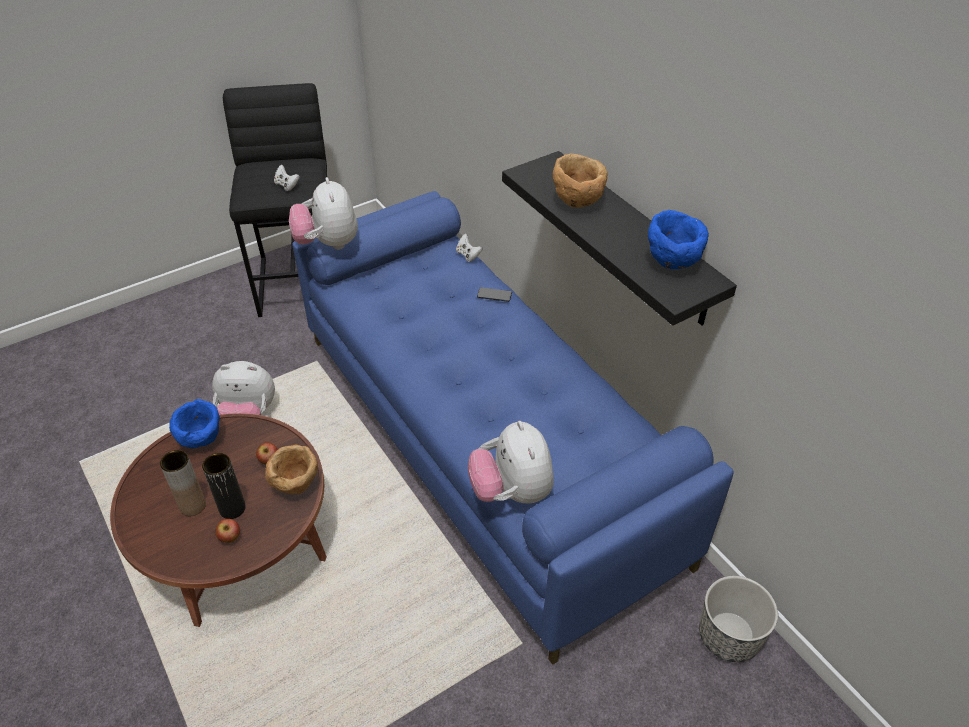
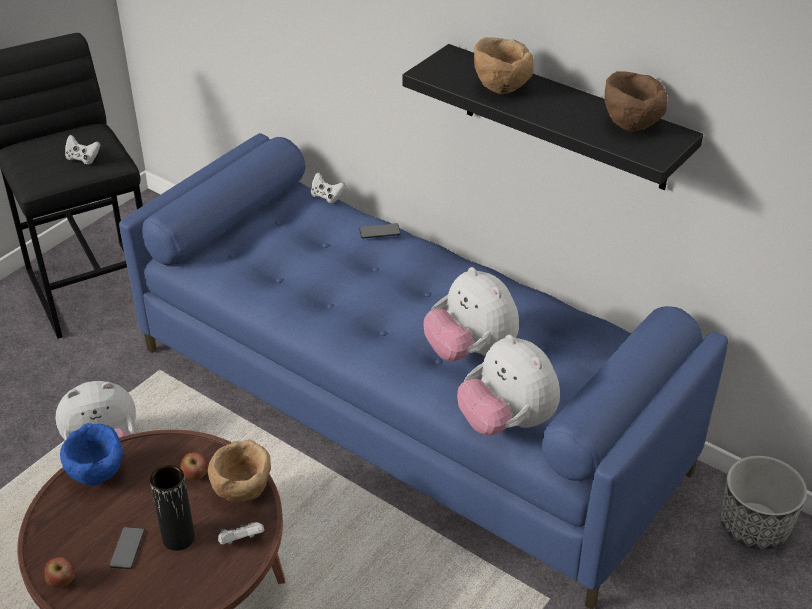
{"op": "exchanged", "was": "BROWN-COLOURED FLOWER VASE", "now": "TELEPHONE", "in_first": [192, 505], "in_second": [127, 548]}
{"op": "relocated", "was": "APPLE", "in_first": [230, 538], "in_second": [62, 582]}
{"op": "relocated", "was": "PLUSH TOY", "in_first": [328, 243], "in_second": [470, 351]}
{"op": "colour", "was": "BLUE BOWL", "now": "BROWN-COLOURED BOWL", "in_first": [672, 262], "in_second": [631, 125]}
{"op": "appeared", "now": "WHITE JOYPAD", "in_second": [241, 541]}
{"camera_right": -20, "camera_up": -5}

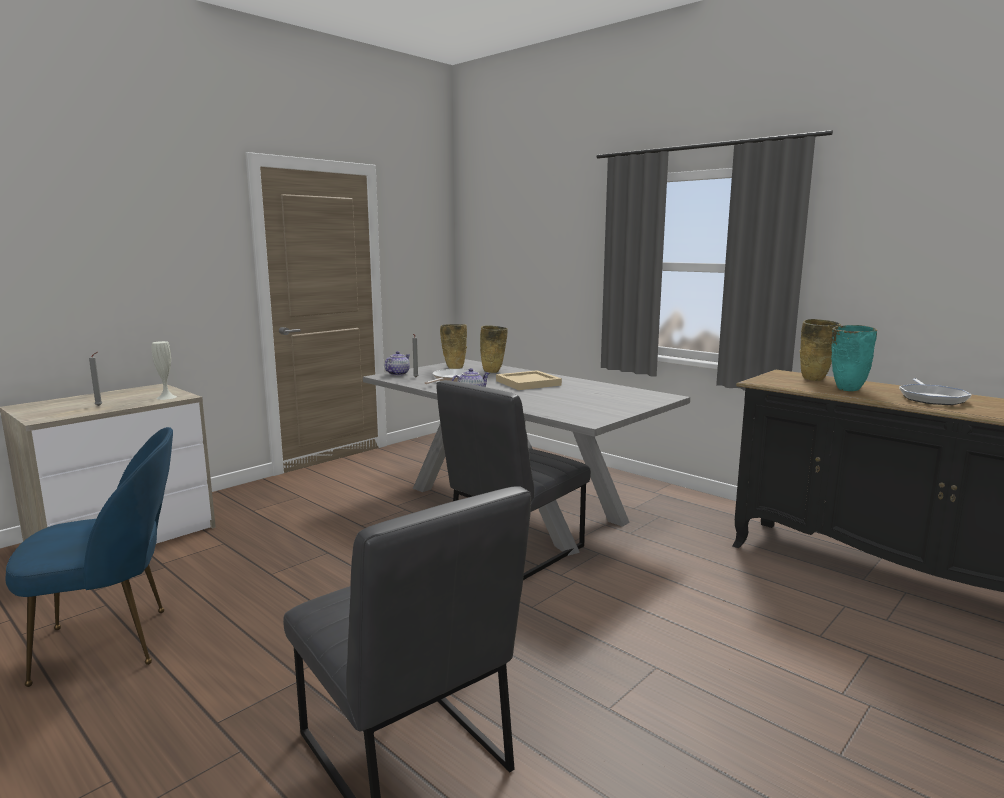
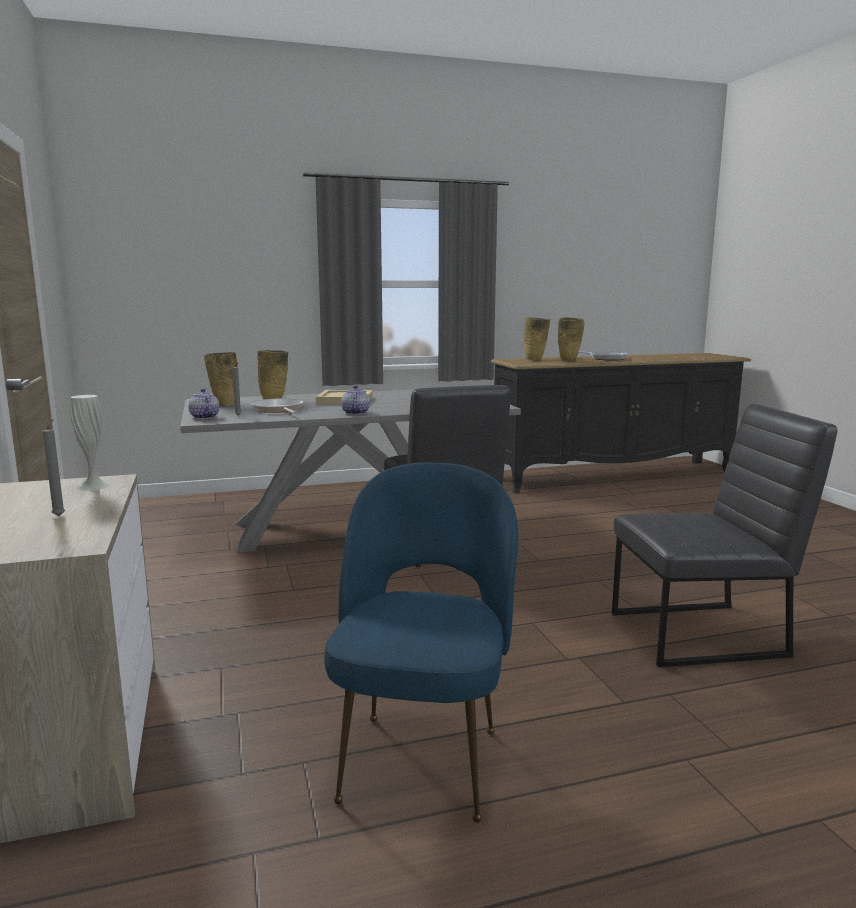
{"op": "colour", "was": "TURQUOISE FLOWER VASE", "now": "SAND-COLOURED FLOWER VASE", "in_first": [846, 389], "in_second": [569, 361]}
{"camera_right": -60, "camera_up": 0}

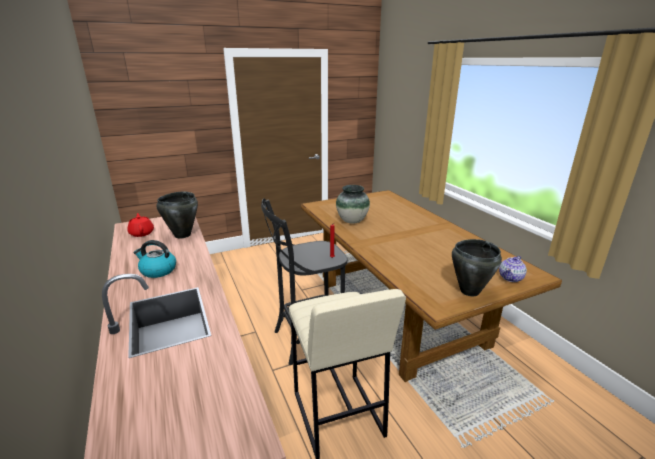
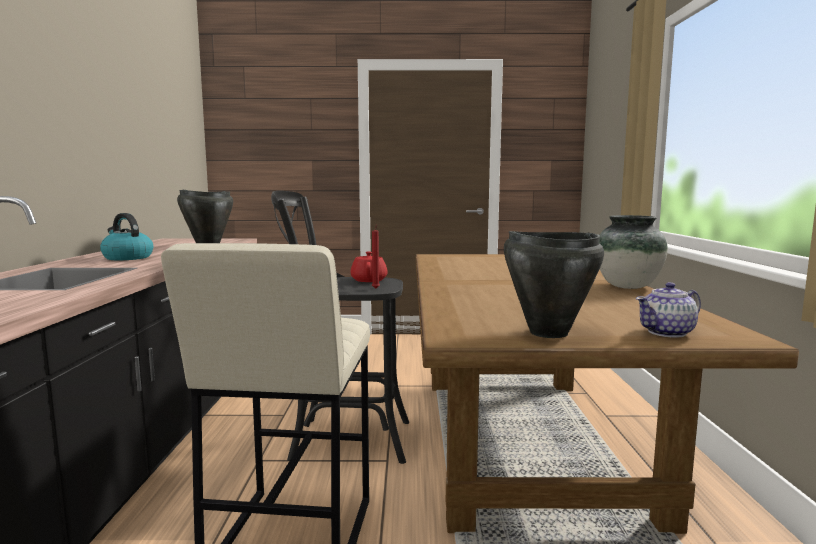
{"op": "relocated", "was": "REDDISH POT FOR TEA", "in_first": [142, 233], "in_second": [369, 280]}
{"op": "relocated", "was": "FLOWER VASE", "in_first": [352, 221], "in_second": [627, 286]}
{"camera_right": 25, "camera_up": -15}

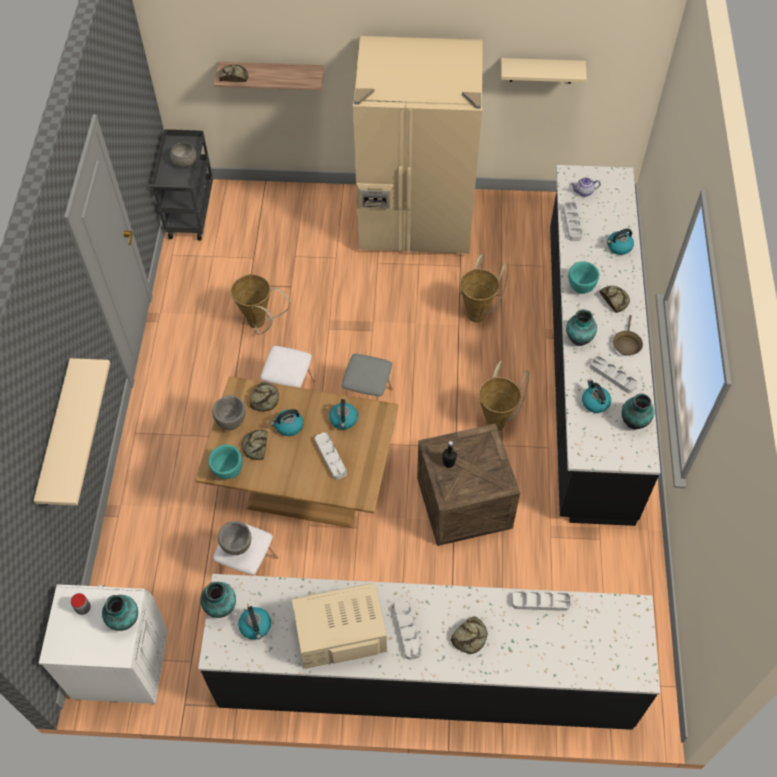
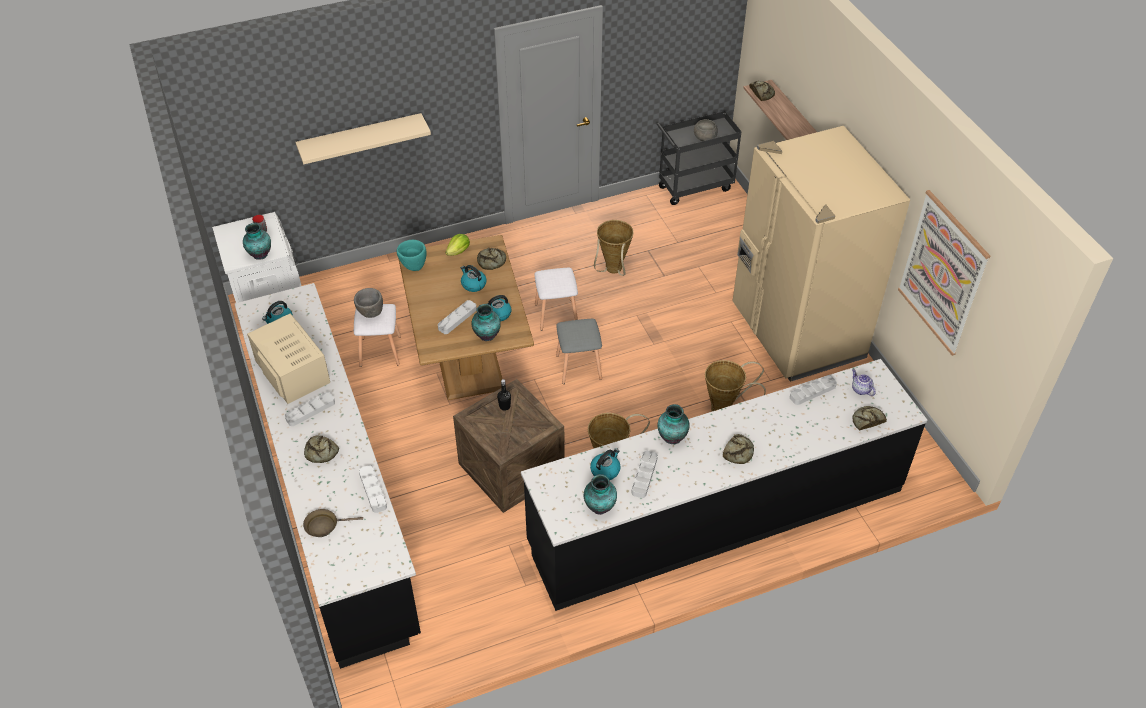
{"op": "relocated", "was": "FLOWER VASE", "in_first": [221, 608], "in_second": [486, 336]}
{"op": "exchanged", "was": "GREY BOWL", "now": "LETTUCE HEAD", "in_first": [231, 422], "in_second": [458, 251]}
{"op": "relocated", "was": "BAKED BREAD", "in_first": [256, 446], "in_second": [867, 420]}
{"op": "exchanged", "was": "SAND-COLOURED WALL SHELF", "now": "PICTURE", "in_first": [541, 70], "in_second": [942, 273]}
{"op": "missing", "was": "TURQUOISE BOWL", "in_first": [580, 288]}
{"op": "missing", "was": "KETTLE", "in_first": [619, 247]}
{"op": "relocated", "was": "BROWN-COLOURED PAN", "in_first": [626, 343], "in_second": [324, 526]}
{"camera_right": 65, "camera_up": -10}

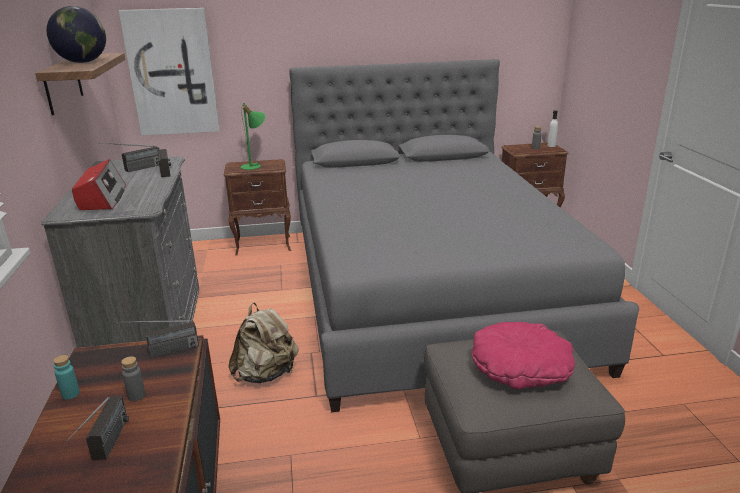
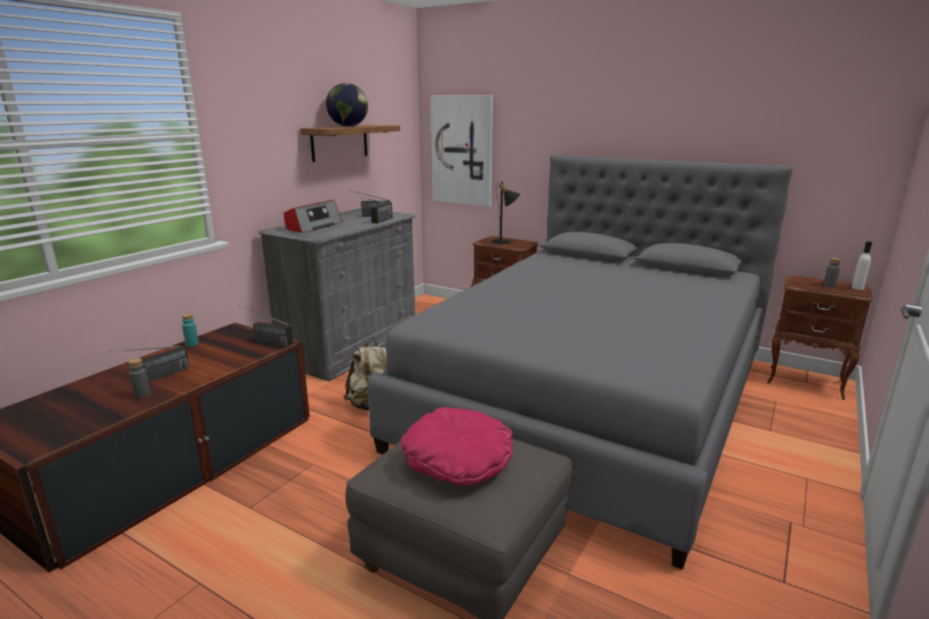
{"op": "relocated", "was": "GREY BEVERAGE BOTTLE", "in_first": [136, 396], "in_second": [142, 394]}
{"op": "colour", "was": "GREEN-COLOURED TABLETOP LAMP", "now": "BLACKISH TABLETOP LAMP", "in_first": [254, 166], "in_second": [504, 242]}
{"camera_right": 40, "camera_up": -5}

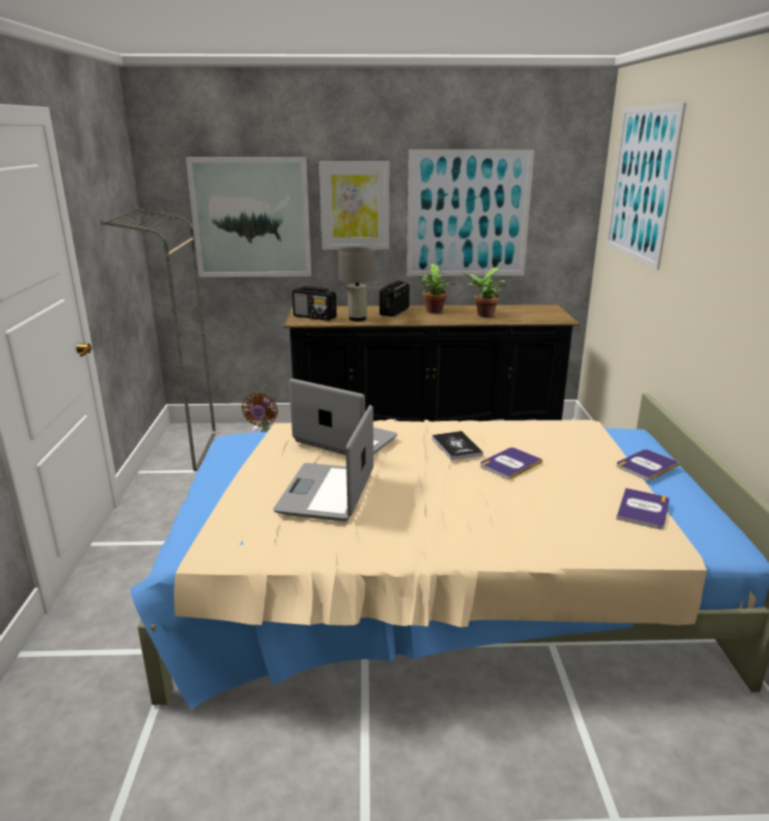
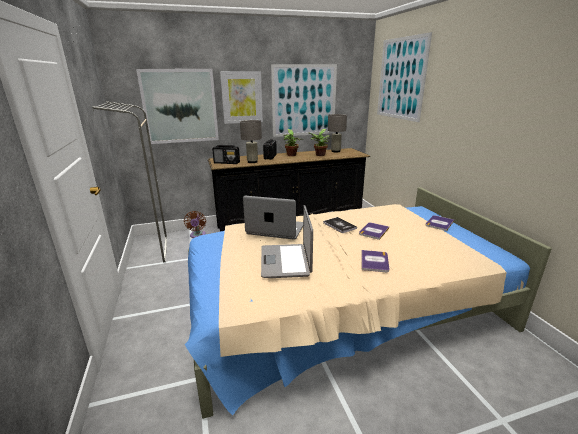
{"op": "relocated", "was": "VOLUME", "in_first": [643, 509], "in_second": [374, 261]}
{"op": "appeared", "now": "GREY TABLETOP LAMP", "in_second": [335, 151]}
{"camera_right": -15, "camera_up": 0}

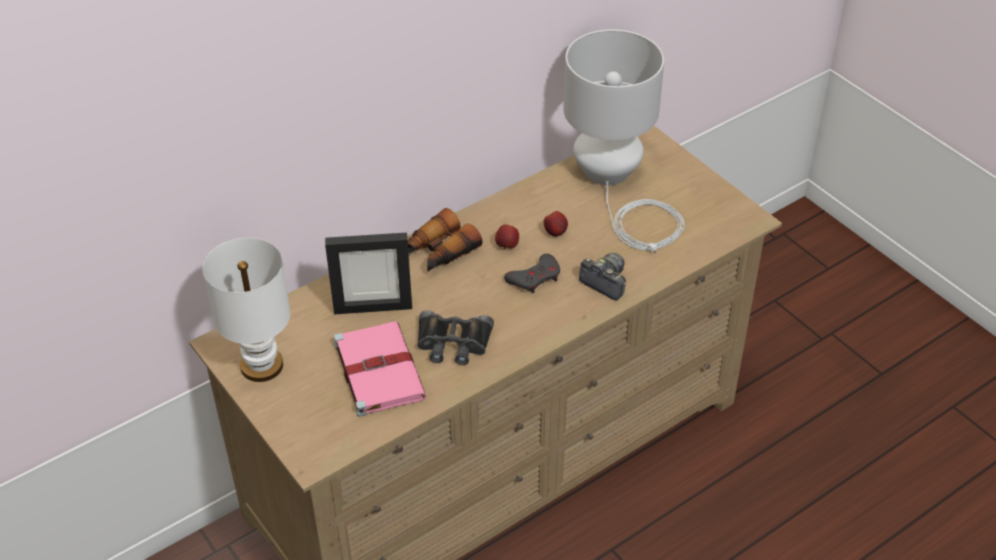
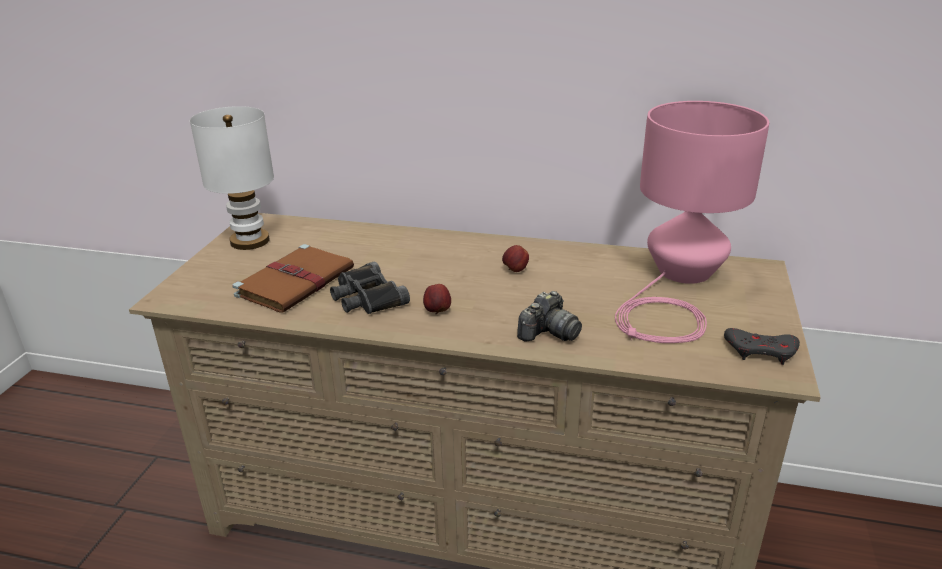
{"op": "missing", "was": "STANDING FRAME", "in_first": [373, 306]}
{"op": "colour", "was": "PINK VOLUME", "now": "BROWN-COLOURED VOLUME", "in_first": [378, 369], "in_second": [297, 281]}
{"op": "missing", "was": "BINOCULARS", "in_first": [439, 252]}
{"op": "relocated", "was": "GREY JOYPAD", "in_first": [535, 278], "in_second": [761, 350]}
{"op": "relocated", "was": "APPLE", "in_first": [556, 233], "in_second": [437, 311]}
{"op": "colour", "was": "WHITE TABLETOP LAMP", "now": "PINK TABLETOP LAMP", "in_first": [622, 191], "in_second": [675, 289]}
{"op": "spun", "was": "STILL CAMERA", "in_first": [605, 282], "in_second": [549, 333], "clockwise": 45}
{"camera_right": 50, "camera_up": -15}

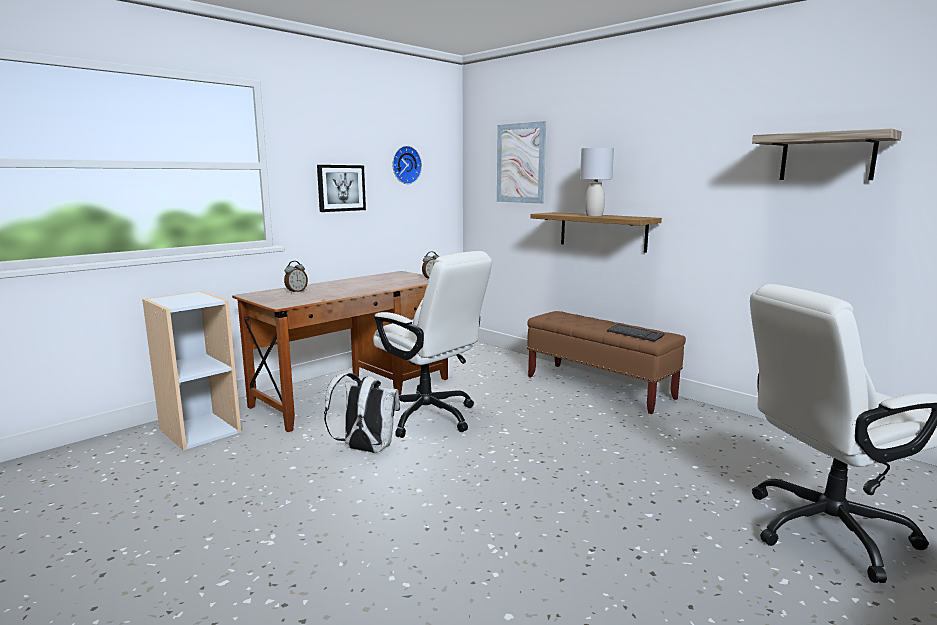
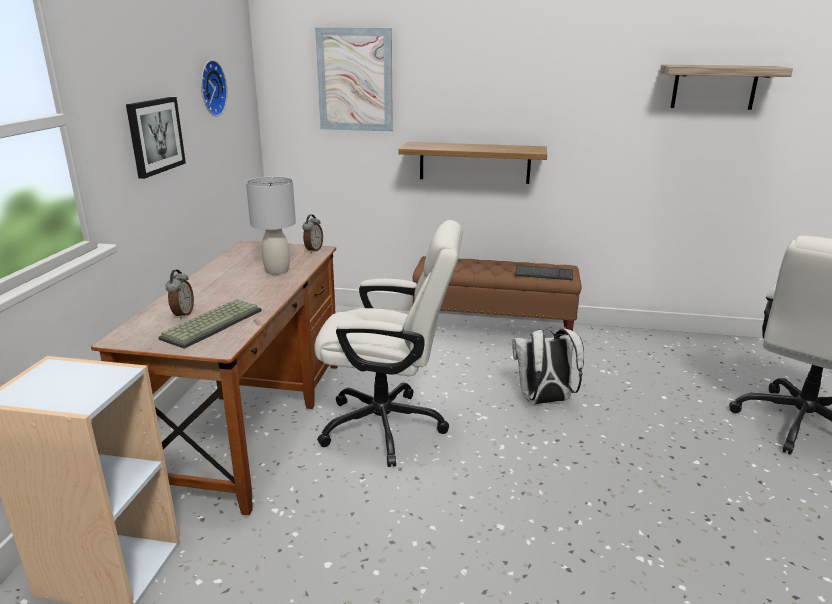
{"op": "relocated", "was": "WHITE KNAPSACK", "in_first": [365, 449], "in_second": [544, 401]}
{"op": "relocated", "was": "GREY TABLETOP LAMP", "in_first": [594, 216], "in_second": [277, 271]}
{"op": "appeared", "now": "PC KEYBOARD", "in_second": [212, 323]}
{"camera_right": -35, "camera_up": 10}

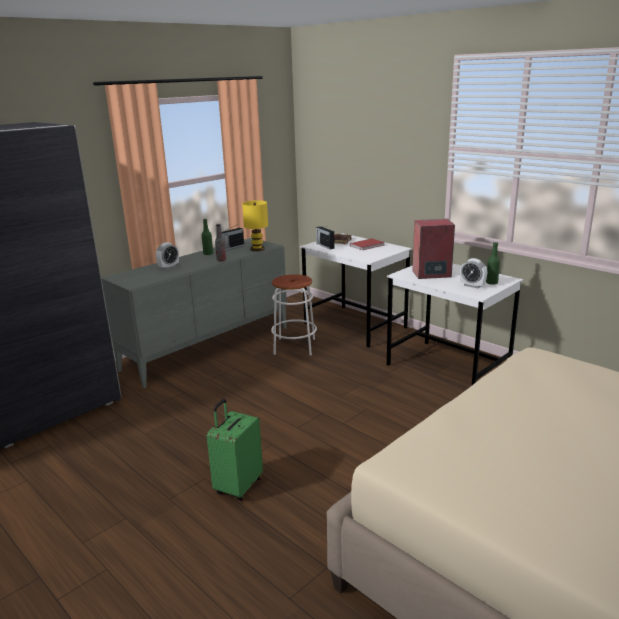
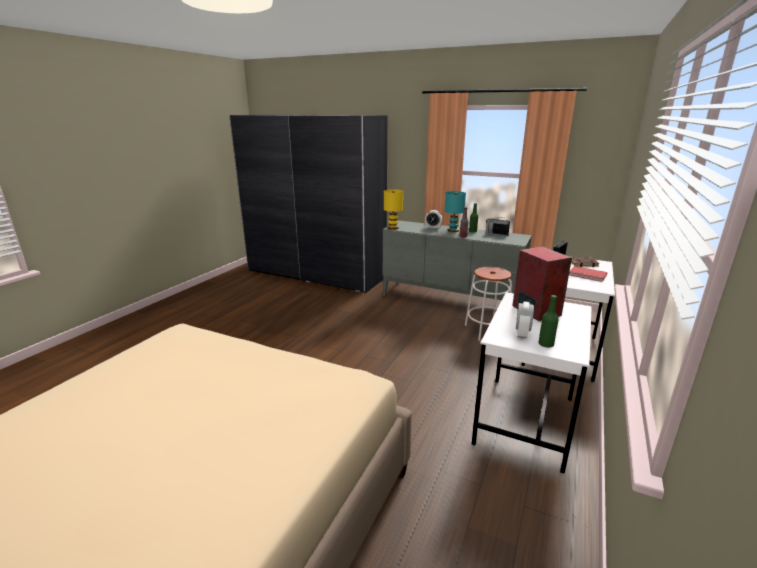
{"op": "missing", "was": "GREEN-COLOURED SUITCASE", "in_first": [238, 486]}
{"op": "relocated", "was": "YELLOW-COLOURED TABLETOP LAMP", "in_first": [257, 249], "in_second": [393, 228]}
{"op": "appeared", "now": "TURQUOISE TABLETOP LAMP", "in_second": [453, 230]}
{"camera_right": 70, "camera_up": 0}

